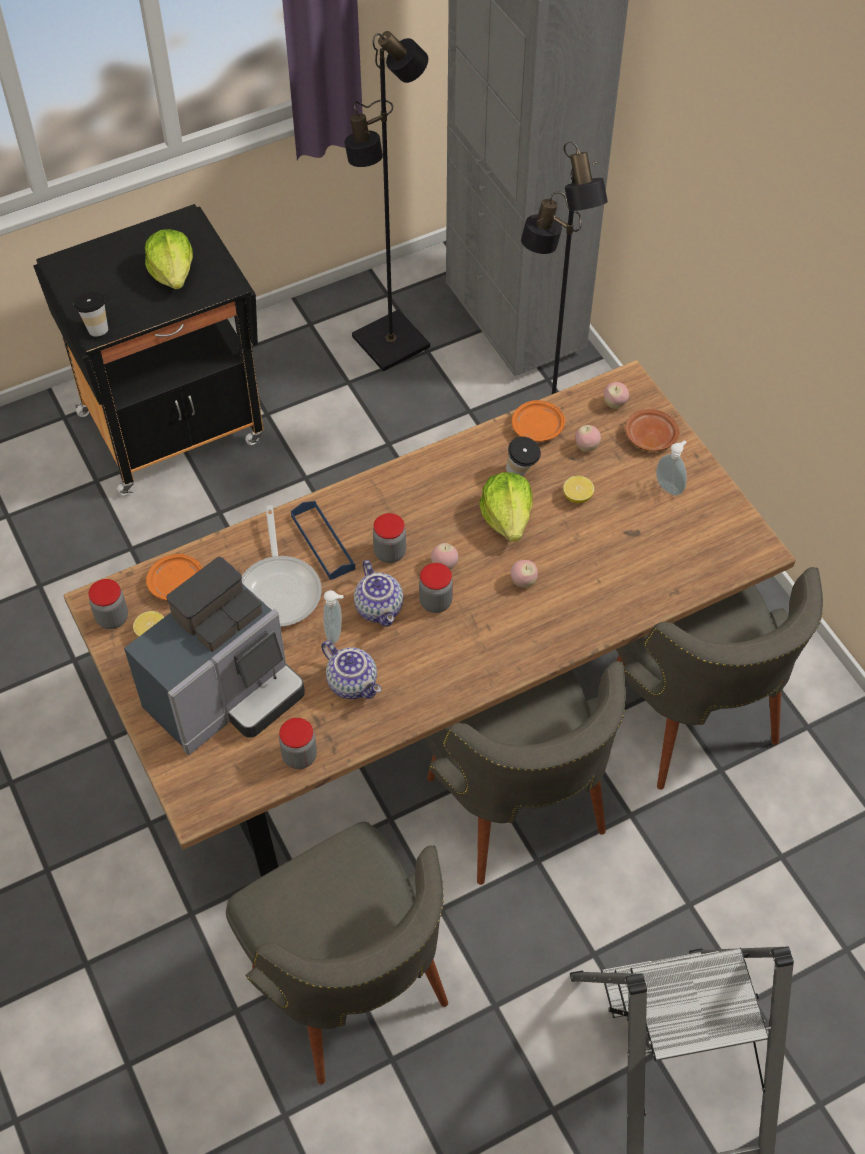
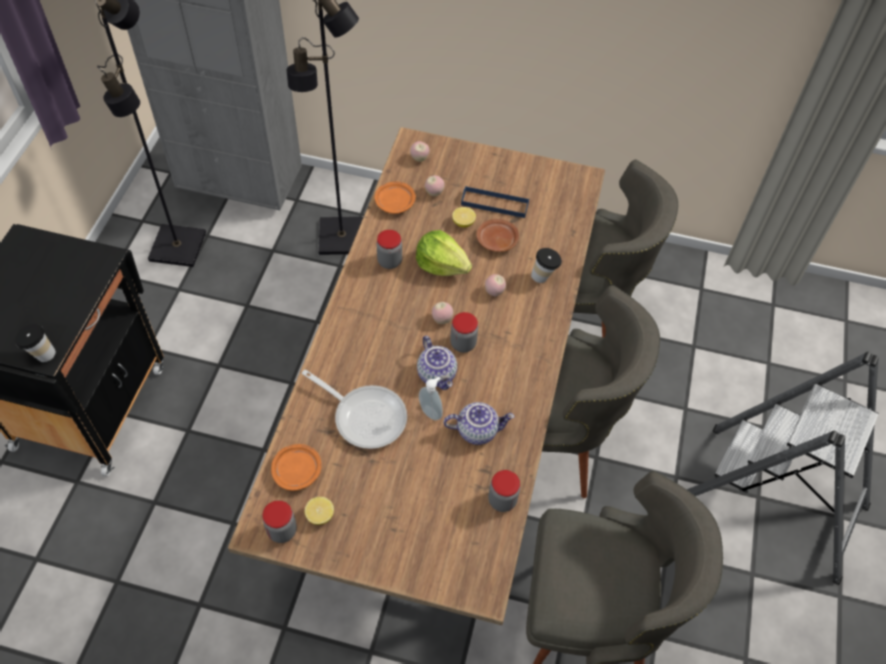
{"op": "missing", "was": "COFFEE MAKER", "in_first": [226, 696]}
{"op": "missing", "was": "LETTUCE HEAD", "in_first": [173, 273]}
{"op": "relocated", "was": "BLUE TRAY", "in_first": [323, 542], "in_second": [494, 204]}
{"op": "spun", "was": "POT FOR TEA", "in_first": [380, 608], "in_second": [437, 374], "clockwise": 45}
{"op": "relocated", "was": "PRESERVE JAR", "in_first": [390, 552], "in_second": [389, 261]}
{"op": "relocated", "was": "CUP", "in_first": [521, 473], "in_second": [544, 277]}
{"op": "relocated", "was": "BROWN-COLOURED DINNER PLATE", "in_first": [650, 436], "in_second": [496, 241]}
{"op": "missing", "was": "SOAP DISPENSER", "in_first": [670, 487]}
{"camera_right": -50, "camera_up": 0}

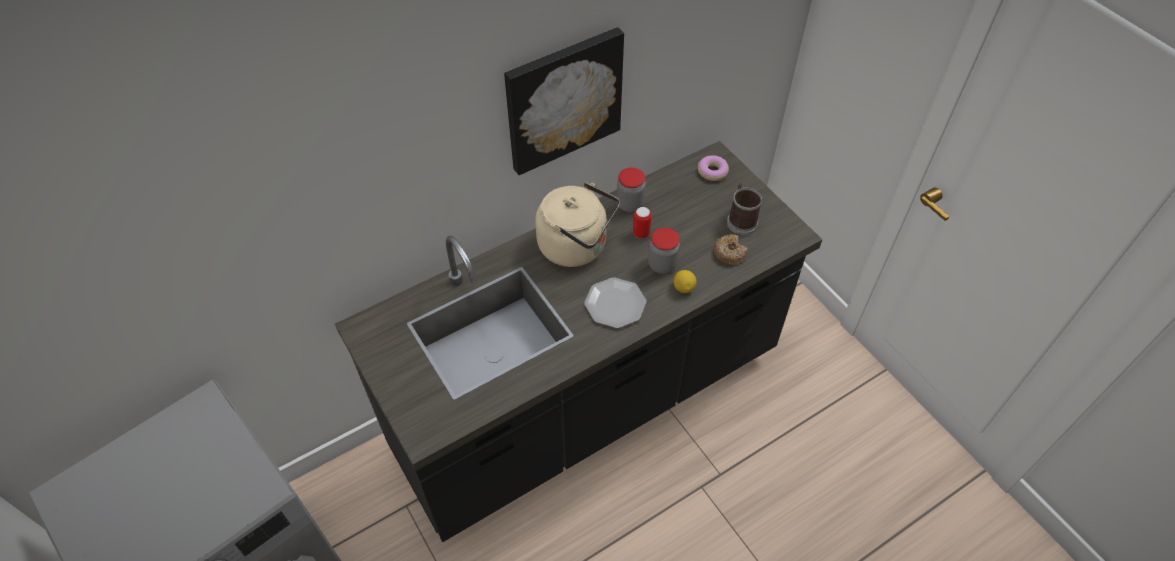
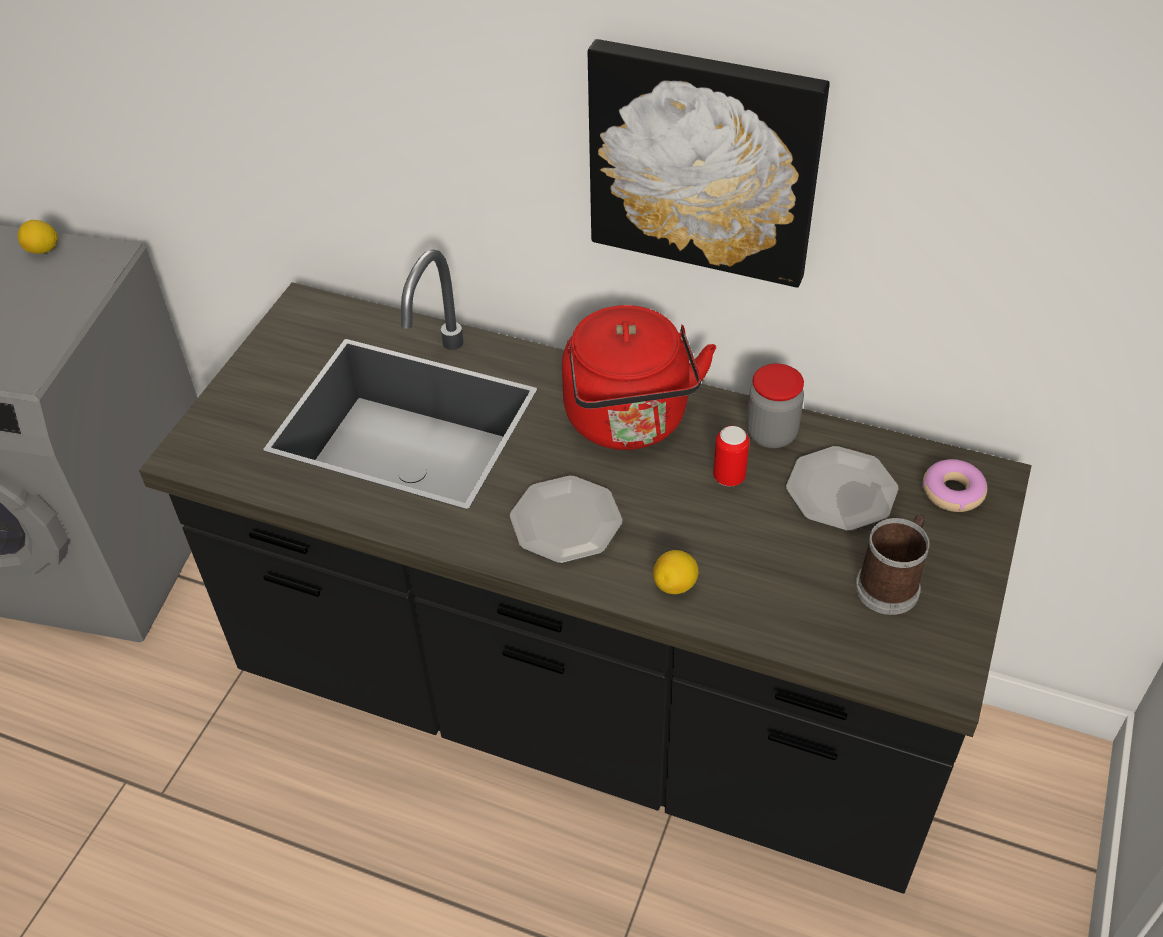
{"op": "colour", "was": "SAND-COLOURED KETTLE", "now": "REDDISH KETTLE", "in_first": [577, 247], "in_second": [629, 422]}
{"op": "missing", "was": "PRESERVE JAR", "in_first": [662, 265]}
{"op": "missing", "was": "DOUGHNUT", "in_first": [729, 253]}
{"op": "appeared", "now": "LEMON", "in_second": [43, 250]}
{"op": "appeared", "now": "DINNER PLATE", "in_second": [841, 492]}
{"camera_right": 55, "camera_up": -5}

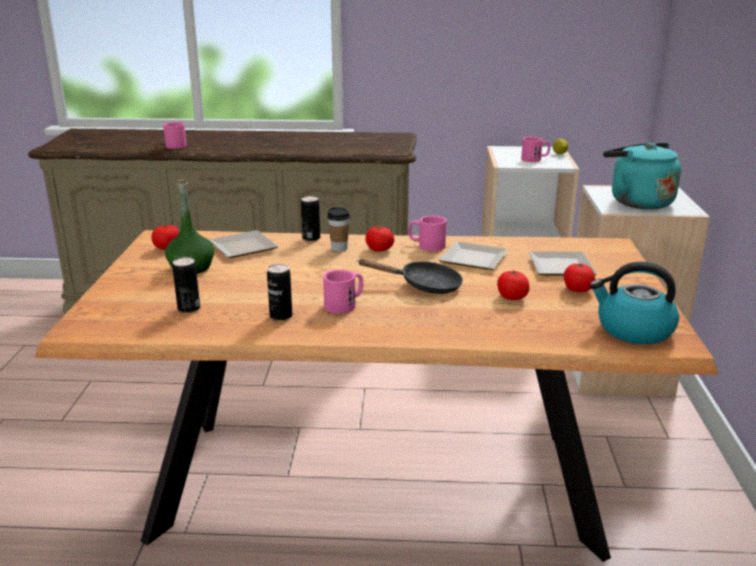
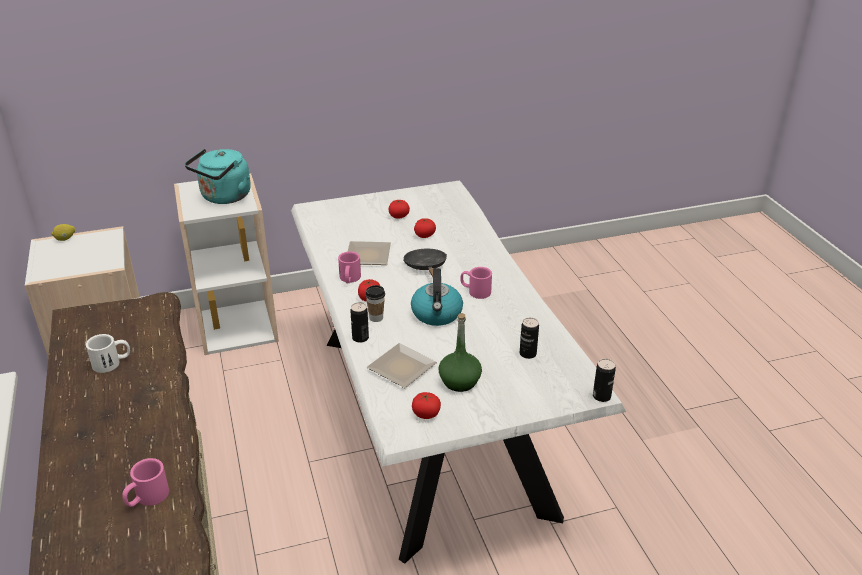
{"op": "colour", "was": "BROWN-COLOURED DINING TABLE", "now": "WHITE DINING TABLE", "in_first": [378, 479], "in_second": [430, 421]}
{"op": "relocated", "was": "CAN", "in_first": [281, 316], "in_second": [601, 396]}
{"op": "missing", "was": "PINK TEA MUG", "in_first": [535, 159]}
{"op": "missing", "was": "DINNER PLATE", "in_first": [562, 266]}
{"op": "relocated", "was": "KETTLE", "in_first": [633, 330], "in_second": [437, 314]}
{"op": "appeared", "now": "WHITE TEA MUG", "in_second": [112, 363]}
{"camera_right": -110, "camera_up": 10}

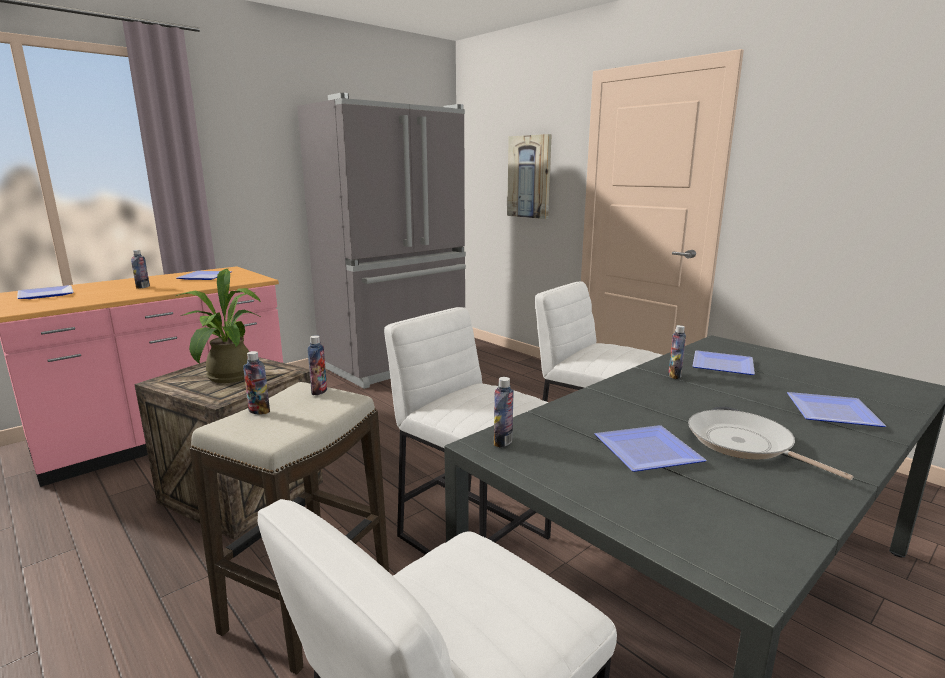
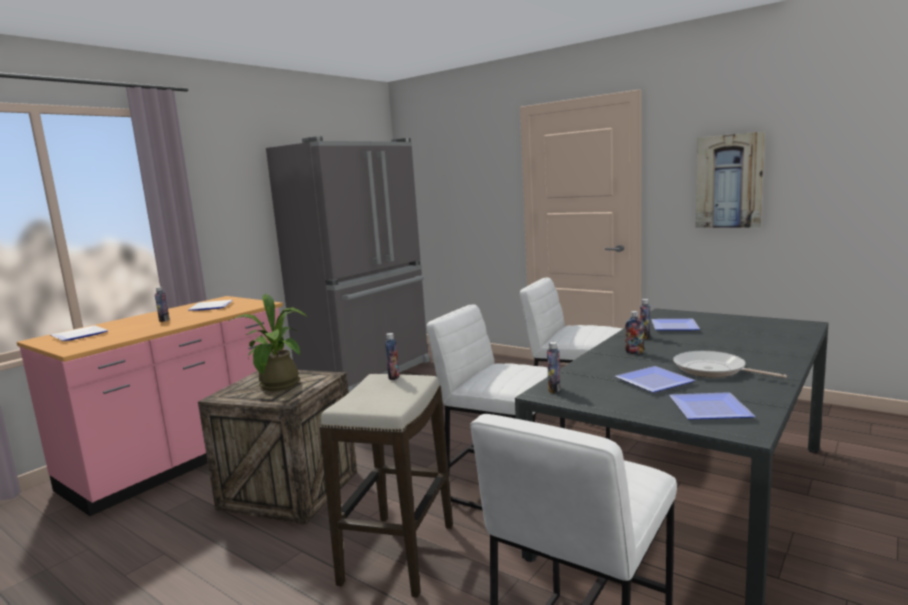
{"op": "relocated", "was": "BEVERAGE BOTTLE", "in_first": [259, 411], "in_second": [634, 352]}
{"op": "relocated", "was": "PICTURE", "in_first": [529, 177], "in_second": [729, 181]}
{"op": "relocated", "was": "DINNER PLATE", "in_first": [830, 413], "in_second": [708, 410]}
{"camera_right": -10, "camera_up": -5}

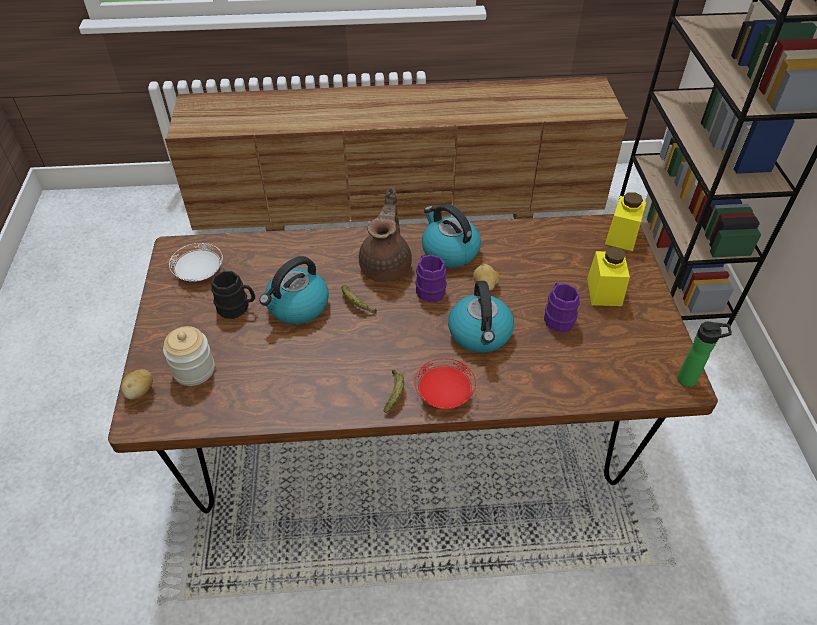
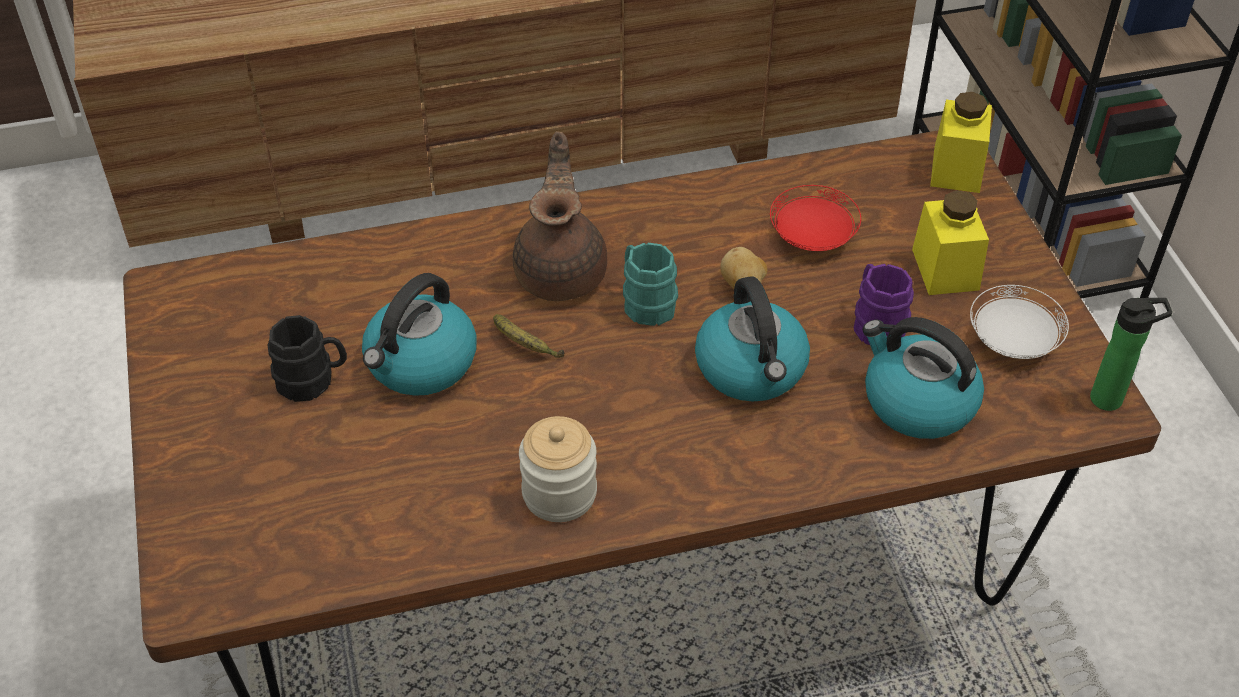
{"op": "missing", "was": "POTATO", "in_first": [140, 392]}
{"op": "relocated", "was": "PRESERVE JAR", "in_first": [194, 370], "in_second": [559, 493]}
{"op": "relocated", "was": "WHITE DINNER PLATE", "in_first": [199, 273], "in_second": [1013, 341]}
{"op": "missing", "was": "BANANA", "in_first": [395, 393]}
{"op": "colour", "was": "PURPLE TEA MUG", "now": "TURQUOISE TEA MUG", "in_first": [428, 288], "in_second": [645, 302]}
{"op": "relocated", "was": "REDDISH DINNER PLATE", "in_first": [444, 394], "in_second": [813, 237]}
{"op": "relocated", "was": "KETTLE", "in_first": [449, 251], "in_second": [917, 402]}
{"camera_right": -10, "camera_up": 0}

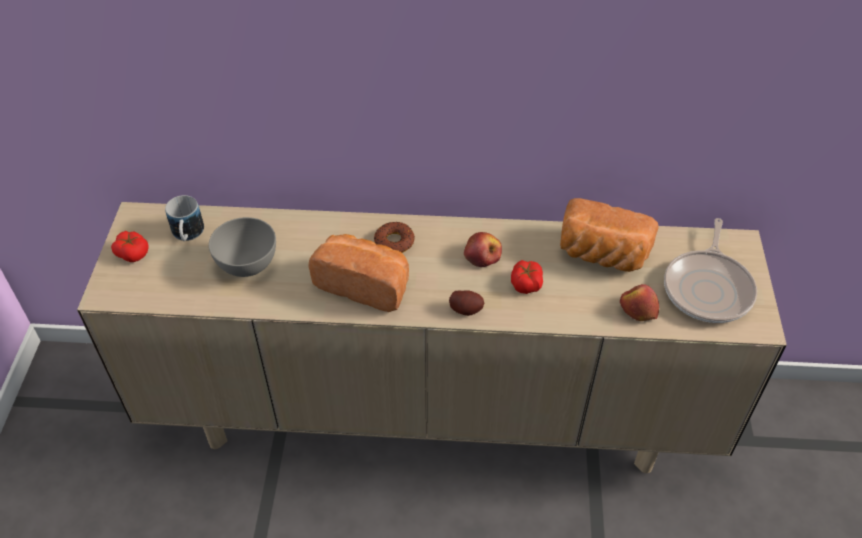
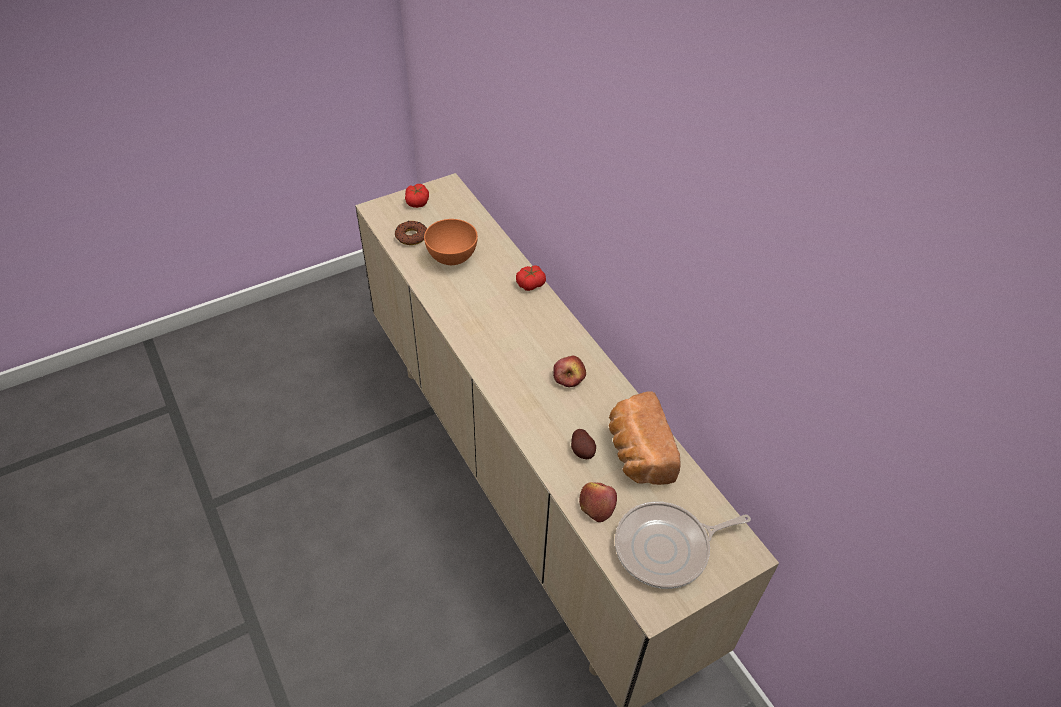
{"op": "missing", "was": "TEA MUG", "in_first": [187, 235]}
{"op": "colour", "was": "GREY BOWL", "now": "ORANGEY BOWL", "in_first": [247, 265], "in_second": [451, 257]}
{"op": "missing", "was": "BAKED BREAD", "in_first": [365, 283]}
{"op": "relocated", "was": "DOUGHNUT", "in_first": [394, 242], "in_second": [411, 236]}
{"op": "relocated", "was": "POTATO", "in_first": [466, 309], "in_second": [582, 451]}
{"op": "relocated", "was": "WHOLE TOMATO", "in_first": [526, 283], "in_second": [530, 284]}
{"camera_right": 55, "camera_up": 0}

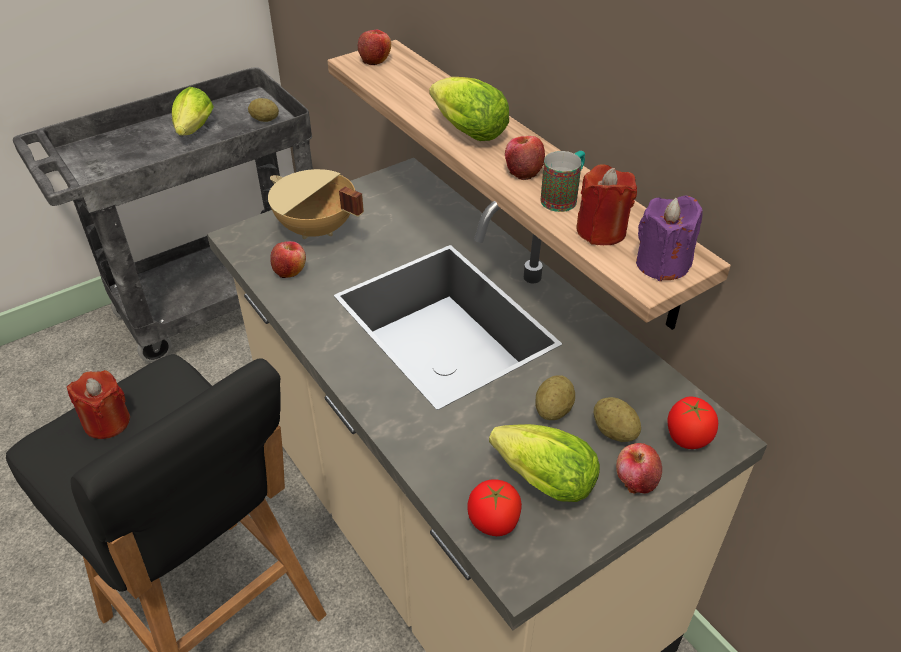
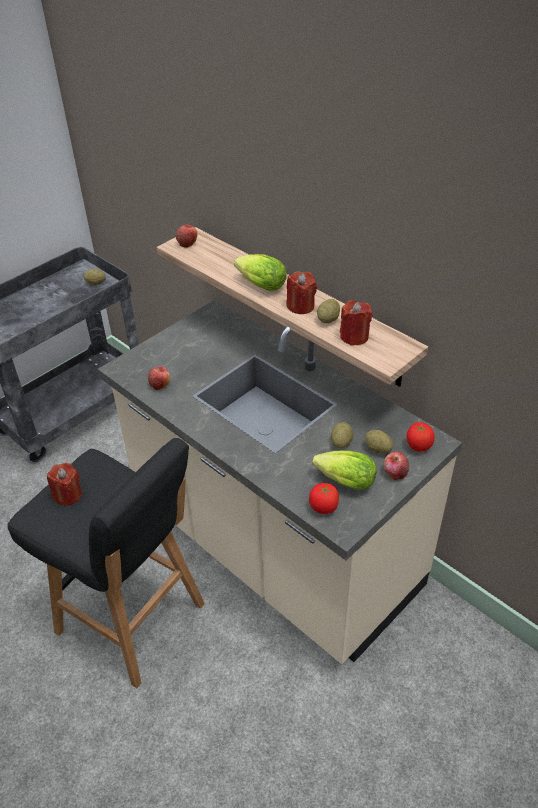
{"op": "missing", "was": "LETTUCE HEAD", "in_first": [193, 132]}
{"op": "missing", "was": "SAND-COLOURED STOCKPOT", "in_first": [316, 230]}
{"op": "exchanged", "was": "APPLE", "now": "REDDISH CANDLE", "in_first": [523, 171], "in_second": [300, 306]}
{"op": "exchanged", "was": "TEA MUG", "now": "POTATO", "in_first": [563, 197], "in_second": [328, 319]}
{"op": "missing", "was": "PURPLE CANDLE", "in_first": [662, 264]}
{"camera_right": -10, "camera_up": 0}

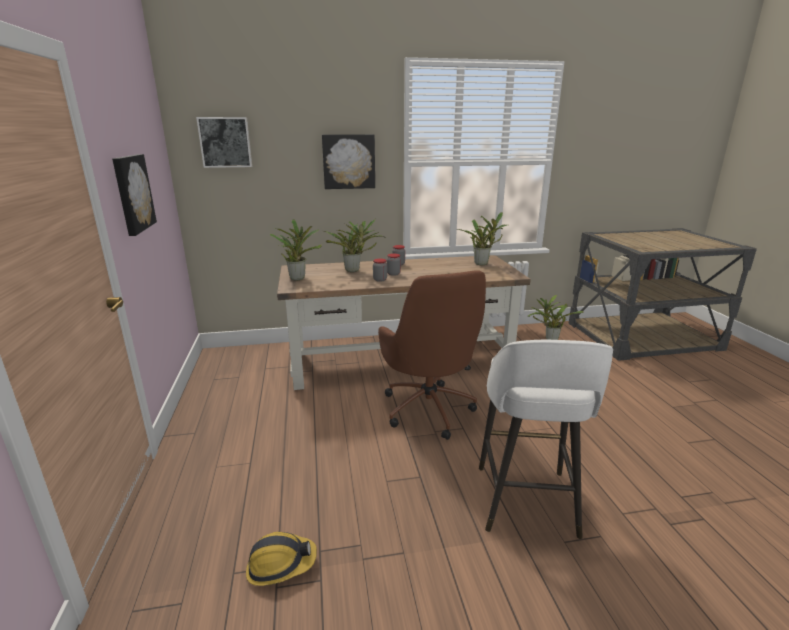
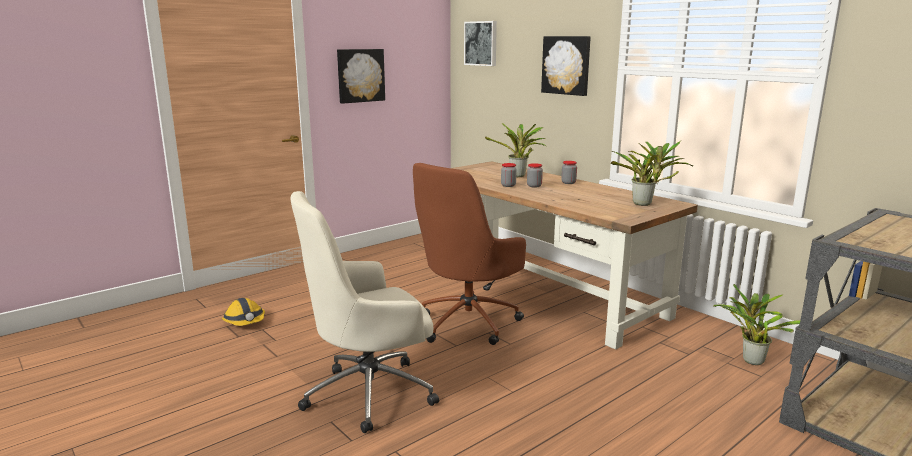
{"op": "missing", "was": "POTTED PLANT", "in_first": [298, 278]}
{"op": "exchanged", "was": "WHITE STOOL SEAT", "now": "SAND-COLOURED DESK CHAIR", "in_first": [526, 503], "in_second": [369, 395]}
{"camera_right": 60, "camera_up": -5}

